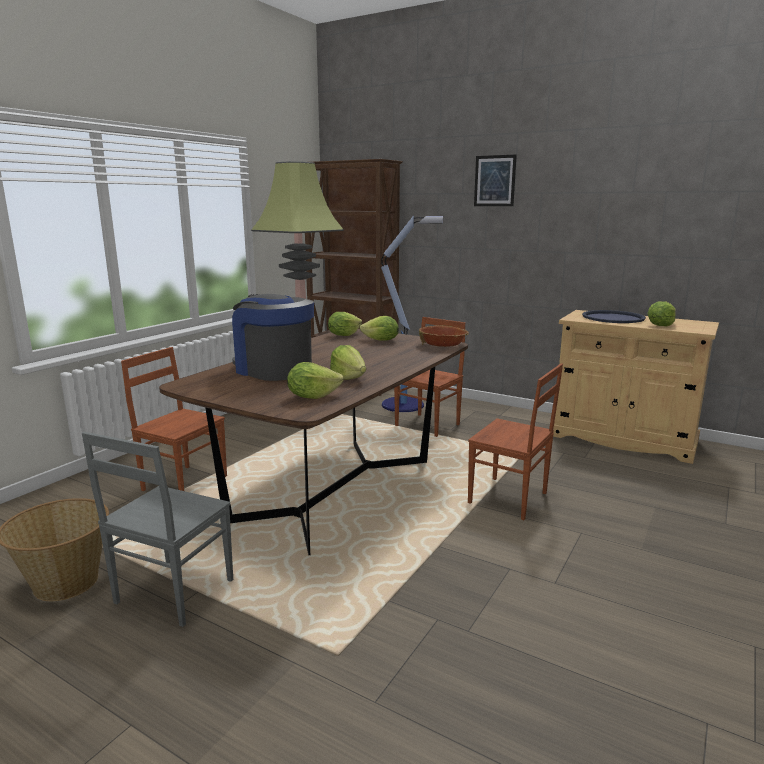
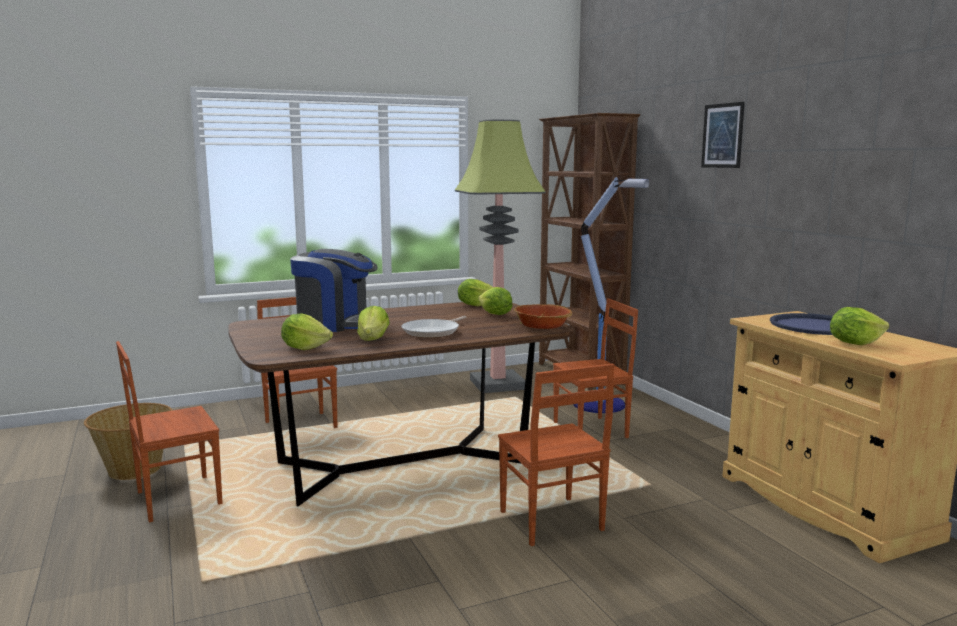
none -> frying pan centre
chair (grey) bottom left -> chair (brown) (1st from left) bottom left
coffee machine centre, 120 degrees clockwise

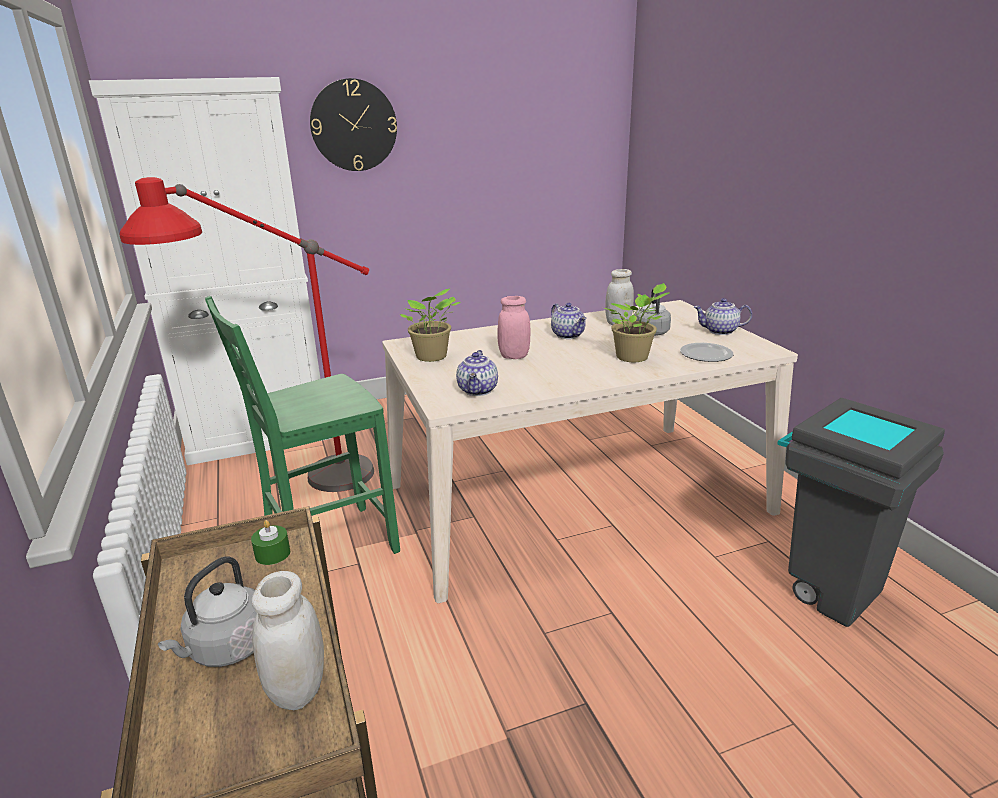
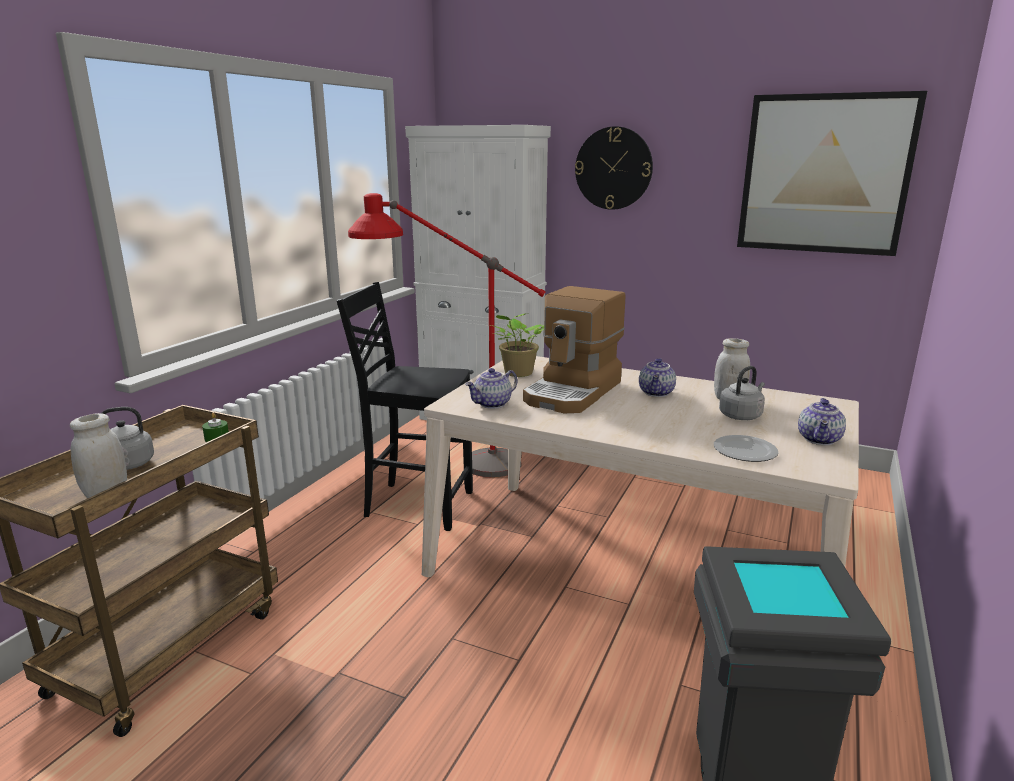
potted plant (2nd from left) centre -> none
none -> picture top right
jar (pink) centre -> coffee machine centre
chair (green) middle left -> chair (black) centre
teapot (3rd from left) middle right, 120 degrees counterclockwise

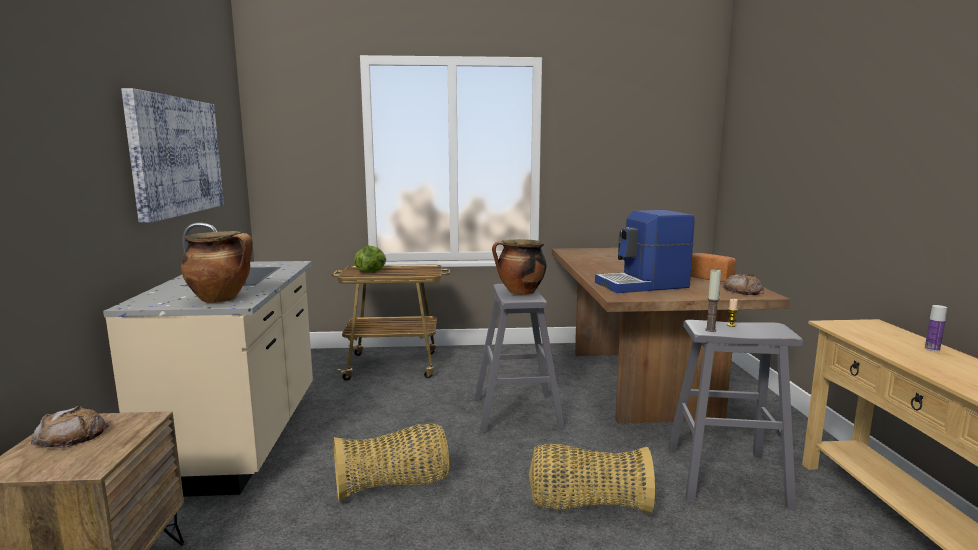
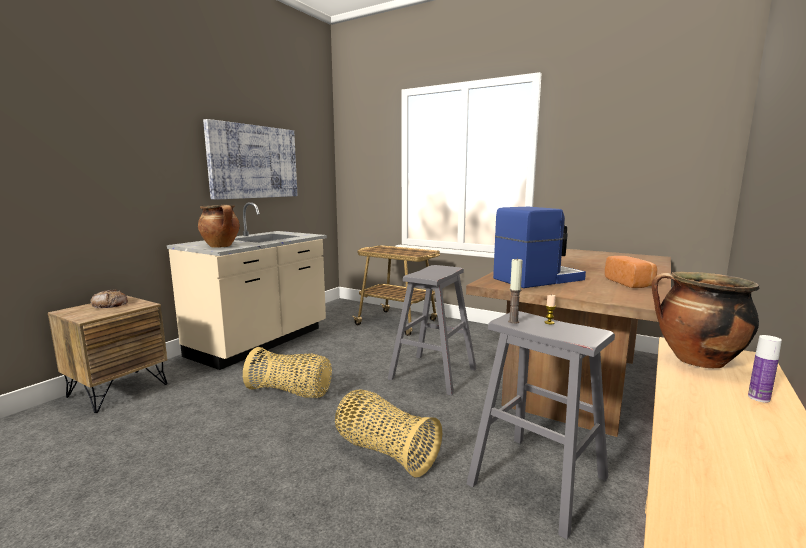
lettuce centre -> none
bread (3rd from left) middle right -> none
cooking pot (2nd from left) centre -> cooking pot (2nd from left) middle right, moved
coffee machine centre -> coffee machine middle right, 135 degrees clockwise

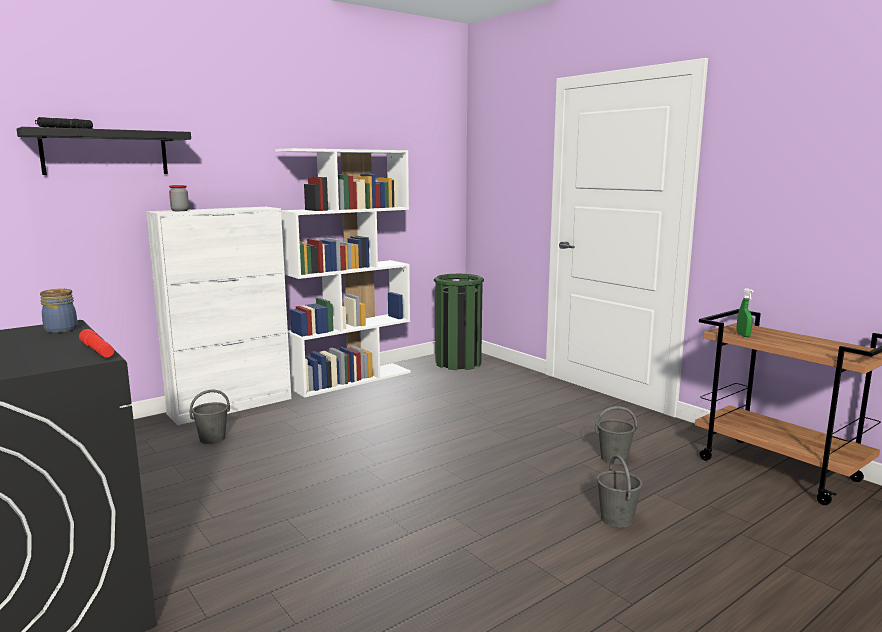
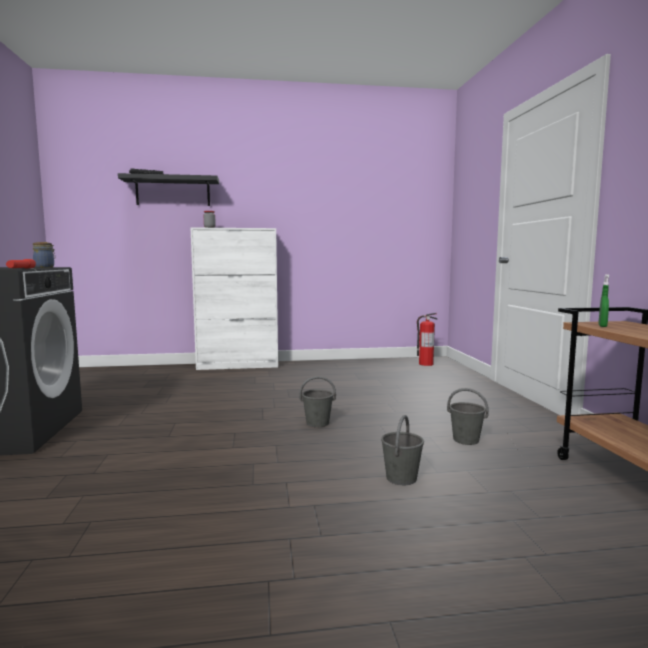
bookcase (white) centre -> none
bucket (grey) (1st from left) middle left -> bucket (grey) (1st from left) centre, moved
trash can (green) centre -> fire extinguisher centre

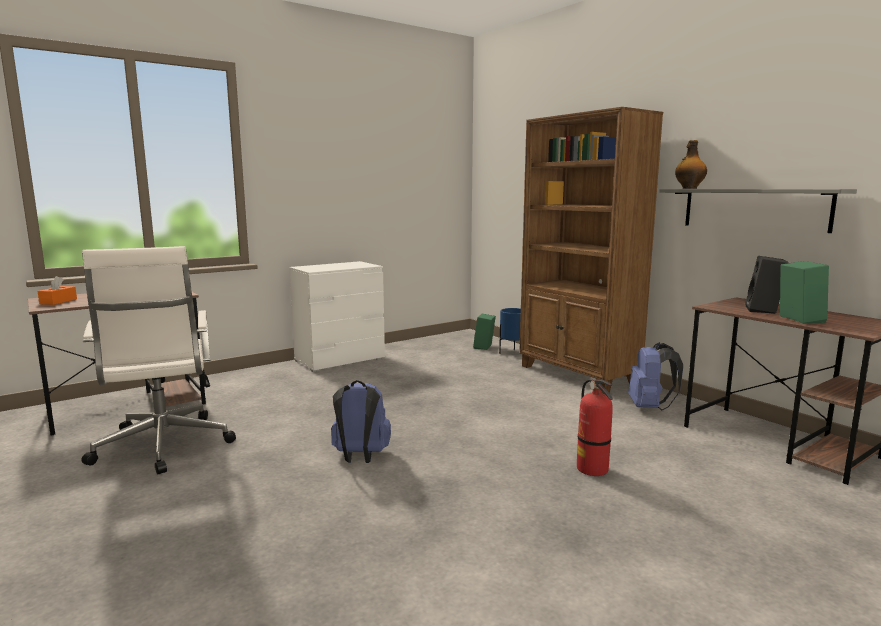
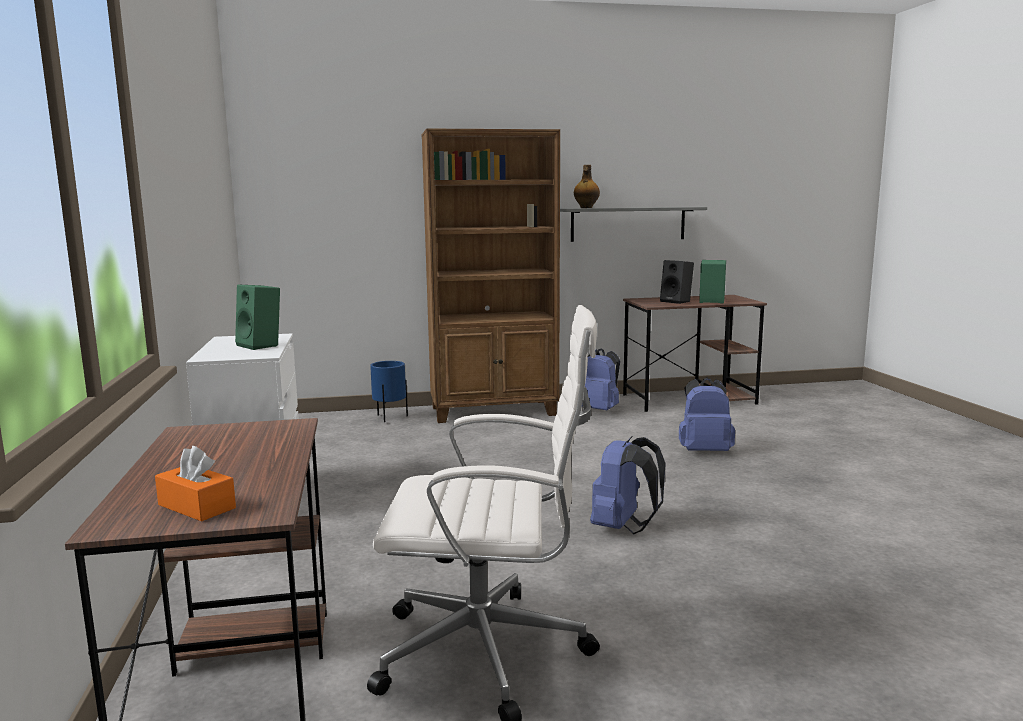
speaker (green) (1st from left) centre -> speaker (green) (1st from left) middle left, moved
fire extinguisher bottom right -> backpack (blue) (3rd from left) middle right

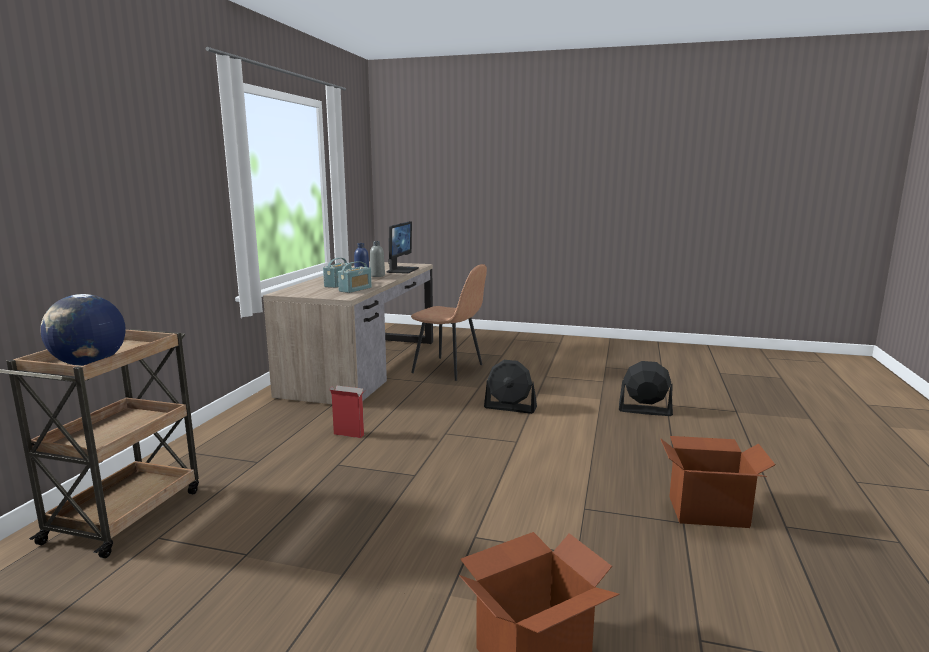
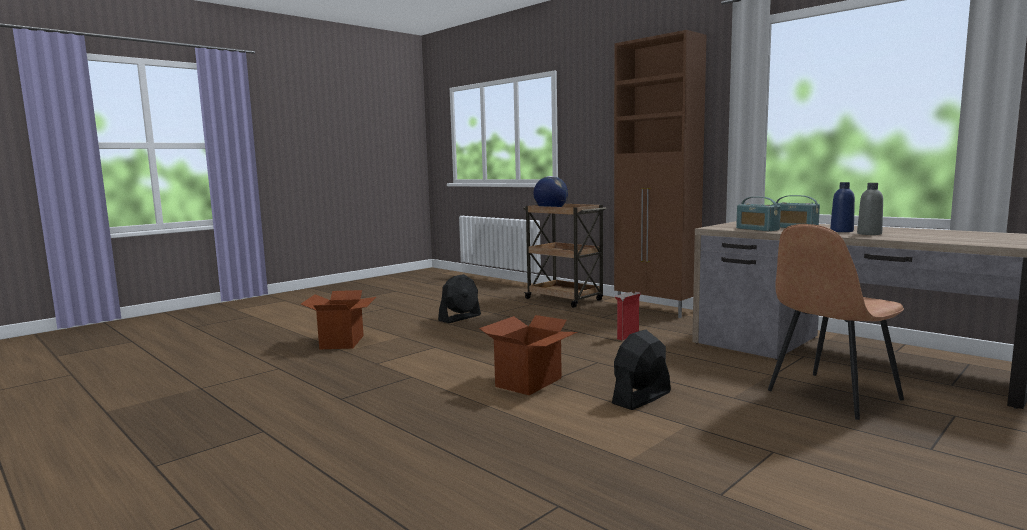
monitor centre -> none
none -> cabinet (brown) top centre
fan (black) (2nd from left in the first image) middle right -> fan (black) (1st from left) centre, moved
cardboard box (3rd from left in the first image) bottom right -> cardboard box (2nd from left) bottom centre, moved

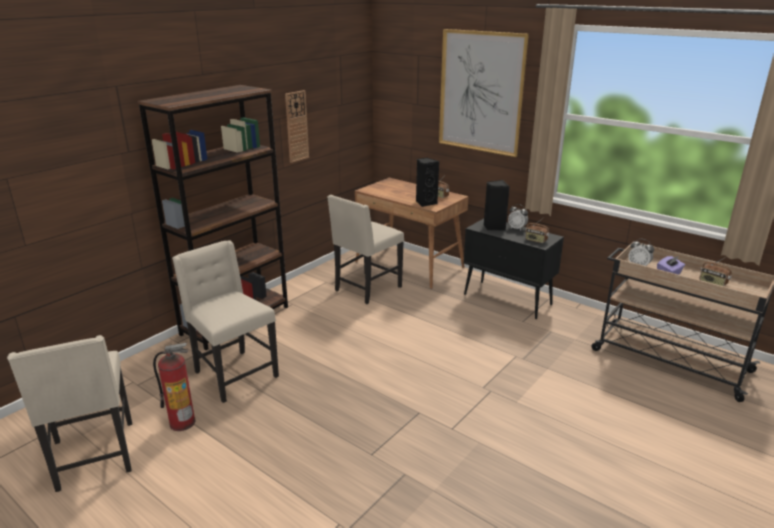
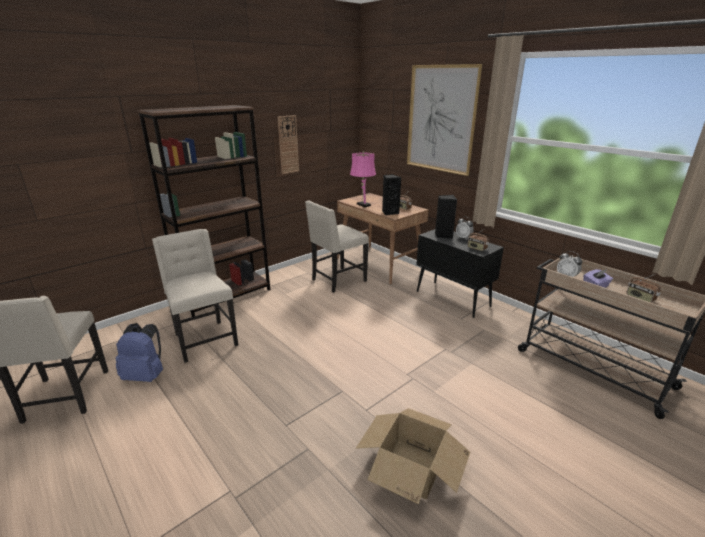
none -> table lamp (pink) centre
none -> cardboard box bottom centre
fire extinguisher bottom left -> backpack (blue) middle left

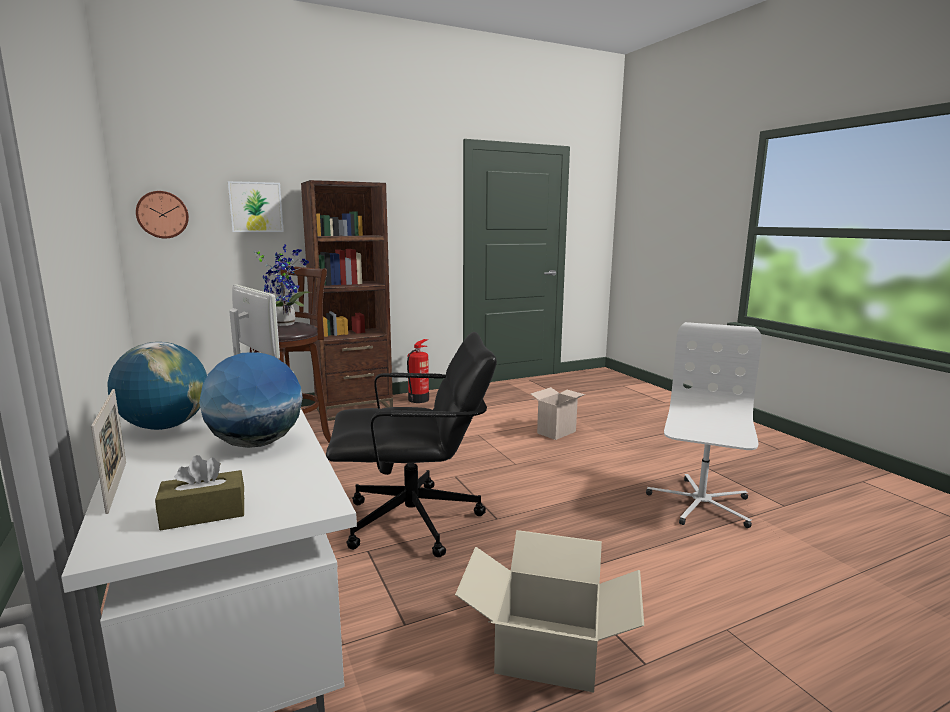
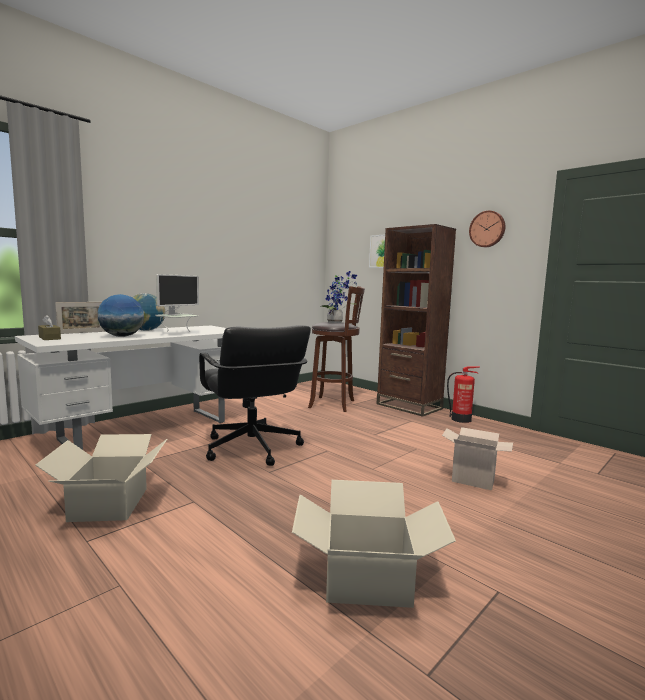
wall clock top left -> wall clock top right, moved
office chair (white) middle right -> cardboard box (2nd from left) bottom centre

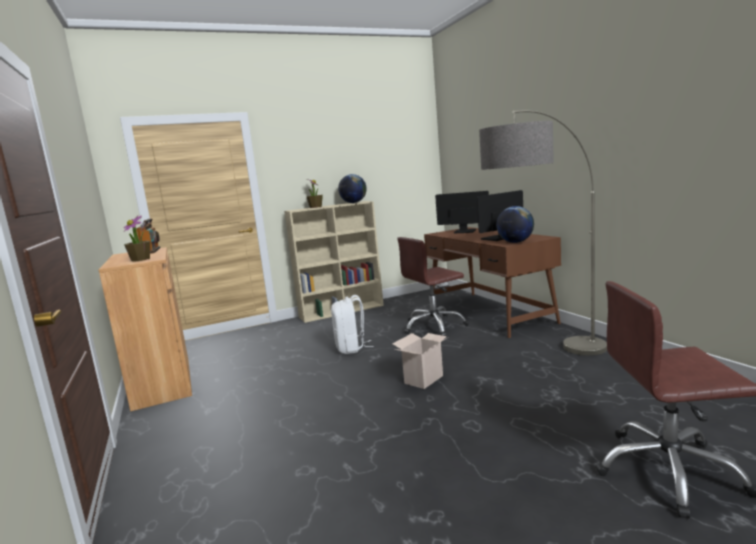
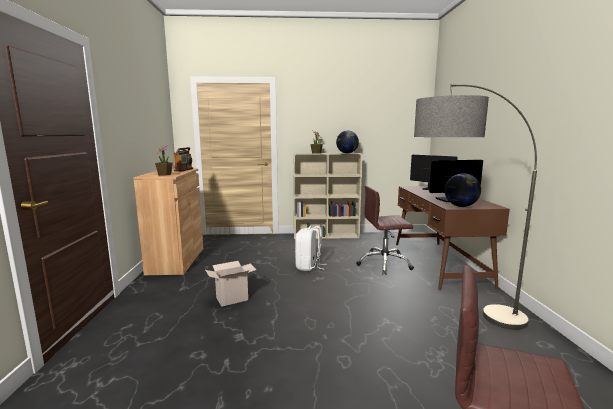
cardboard box centre -> cardboard box bottom centre, moved

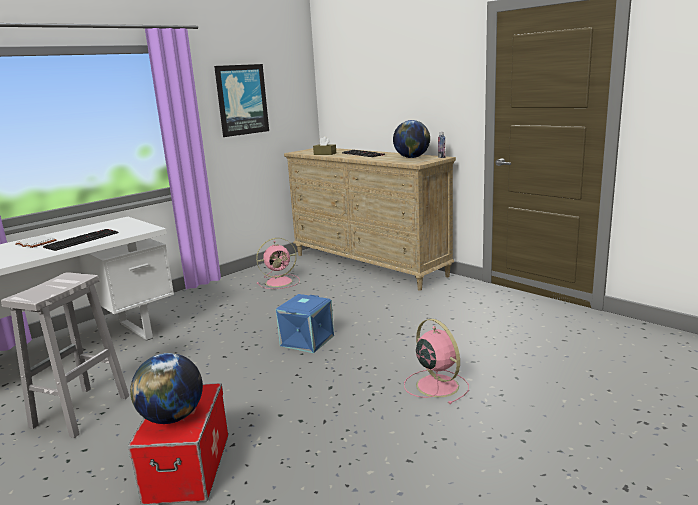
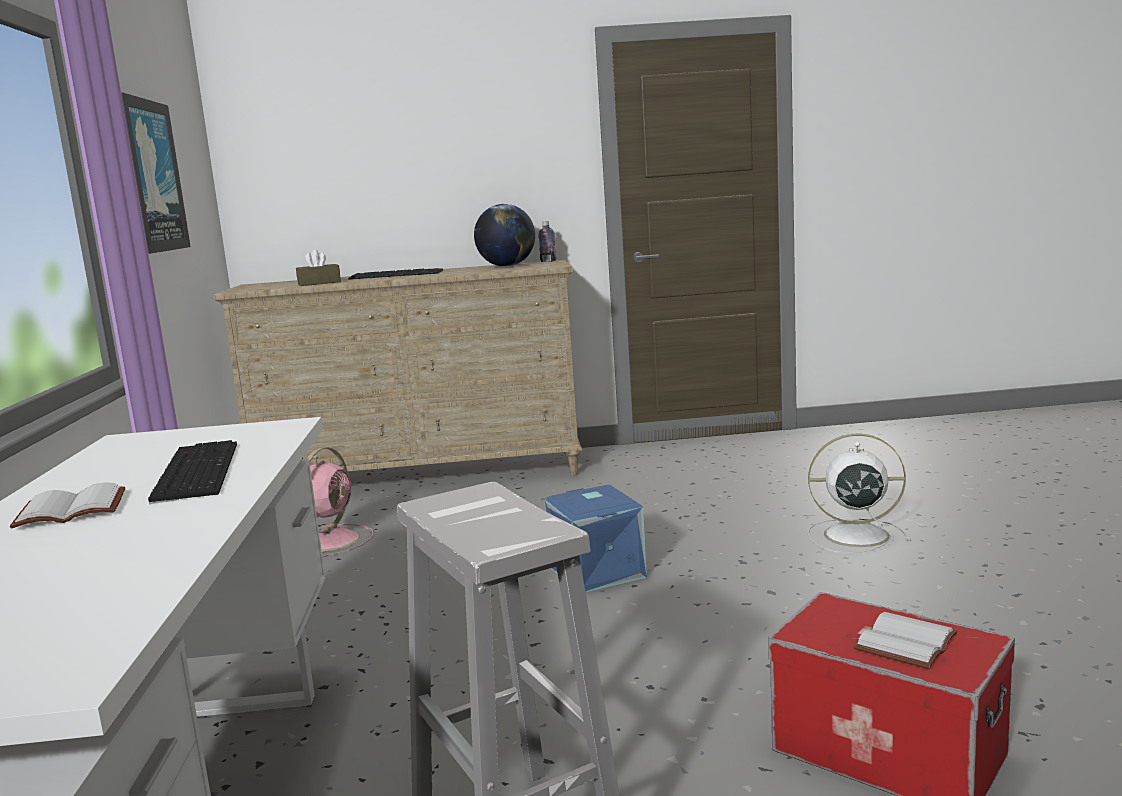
globe (1st from left) bottom left -> book (white) (2nd from left) bottom right
fan (pink) (2nd from left) bottom centre -> fan (white) middle right

